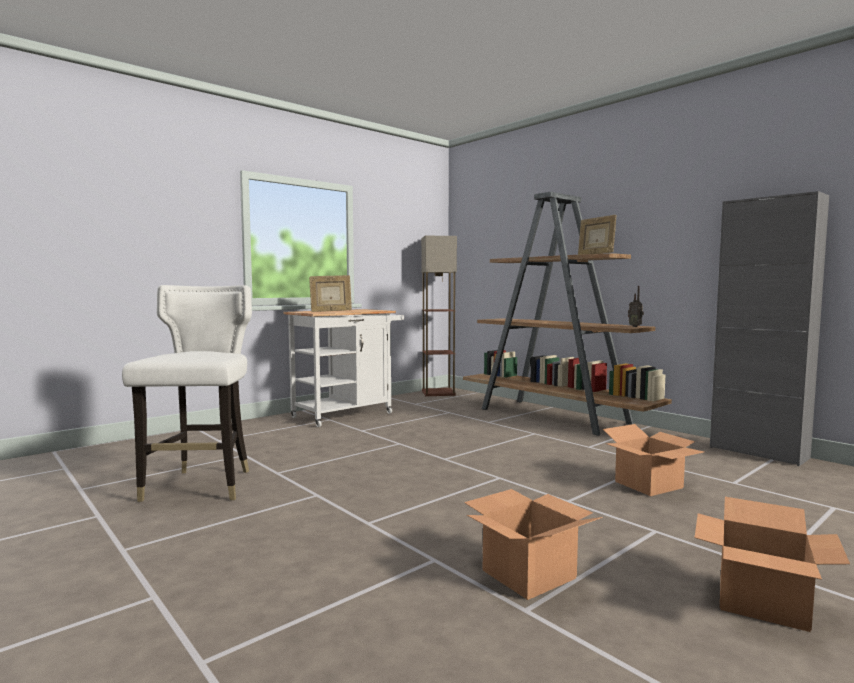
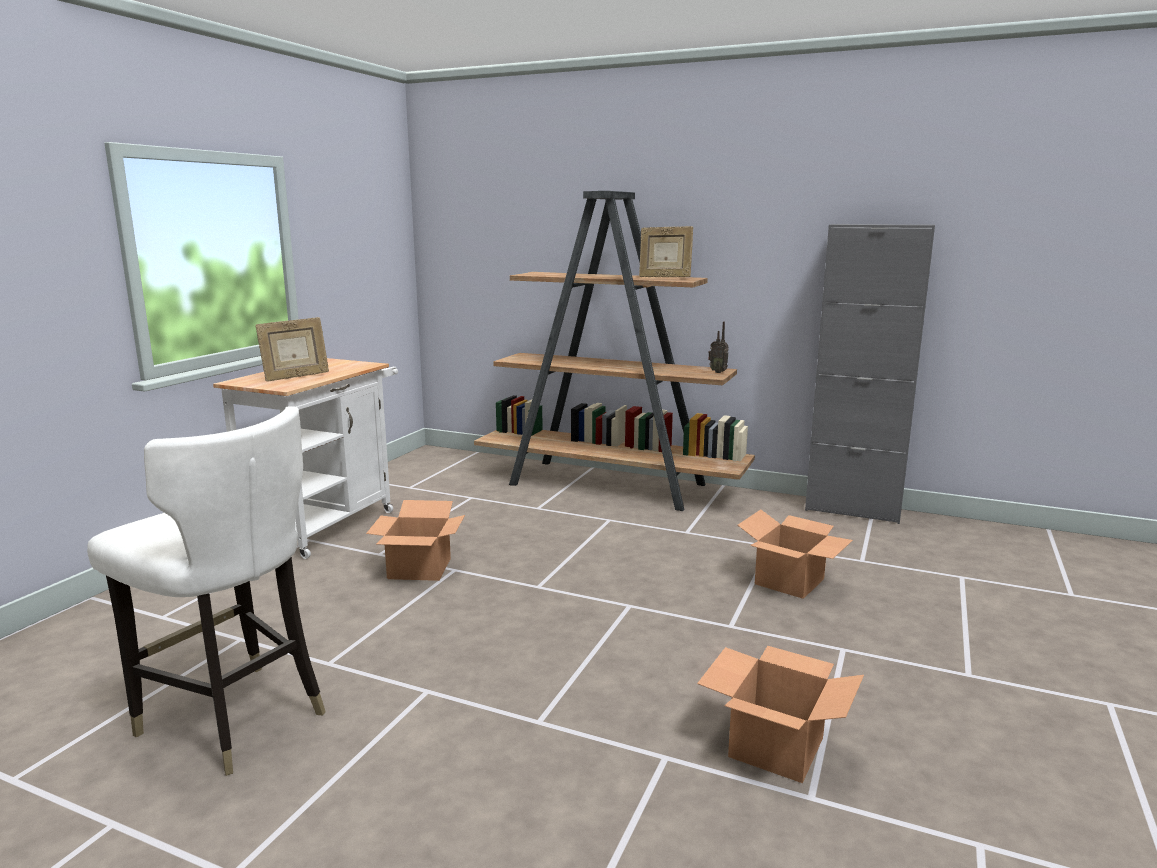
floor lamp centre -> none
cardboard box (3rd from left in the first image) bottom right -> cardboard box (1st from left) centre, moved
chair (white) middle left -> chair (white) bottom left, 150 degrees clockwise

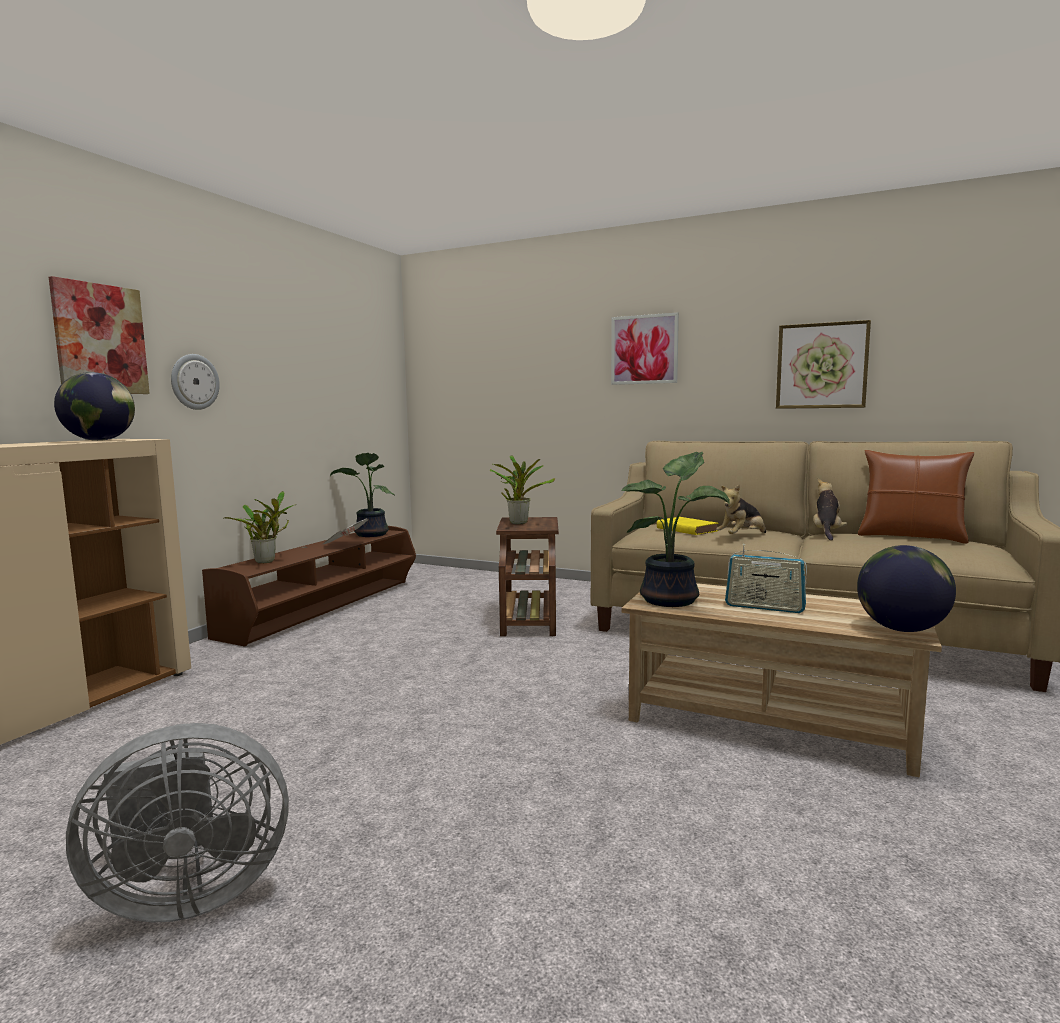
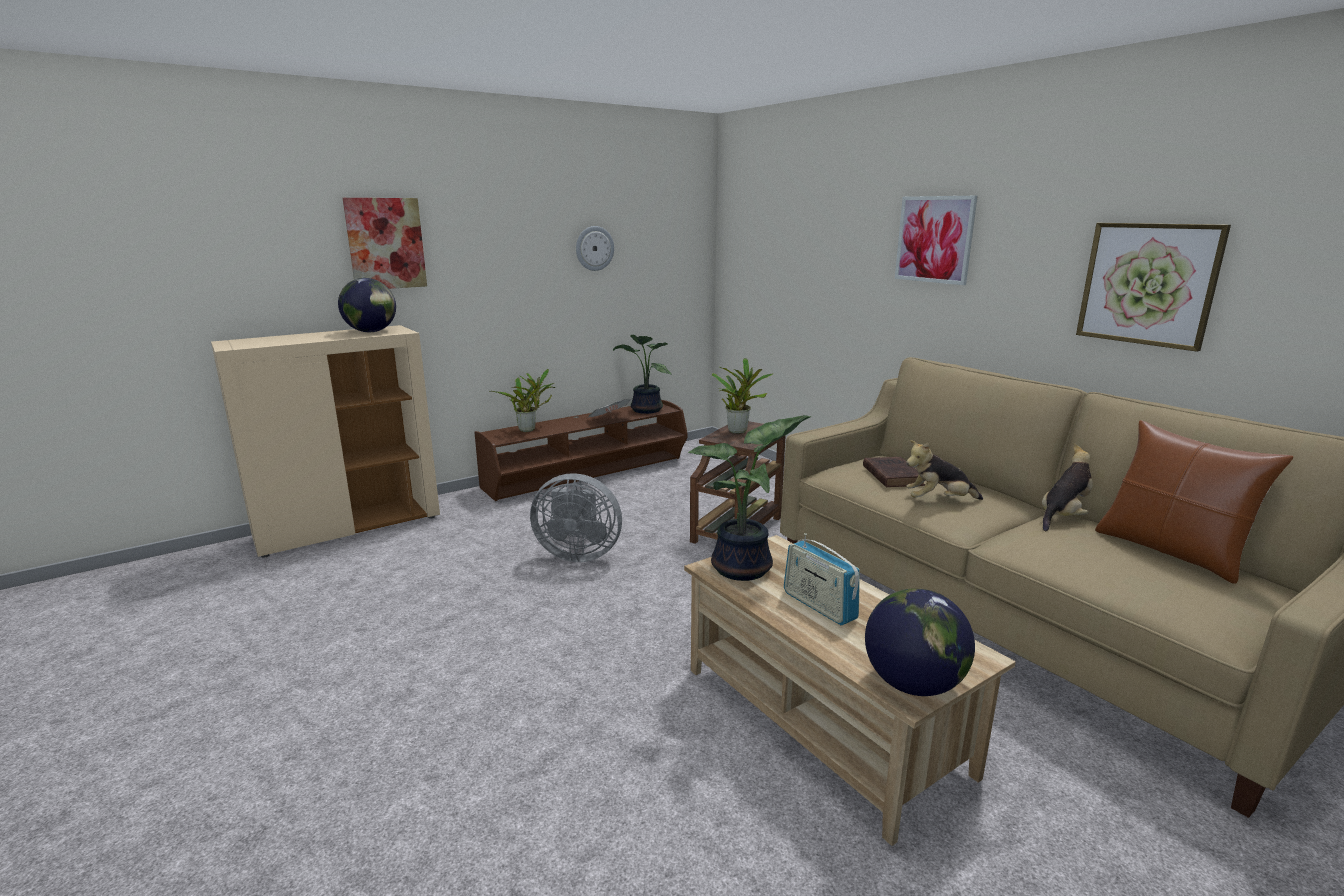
fan (grey) bottom left -> fan (grey) centre, moved
wall clock middle left -> wall clock top centre, moved
book (yellow) centre -> book (brown) centre

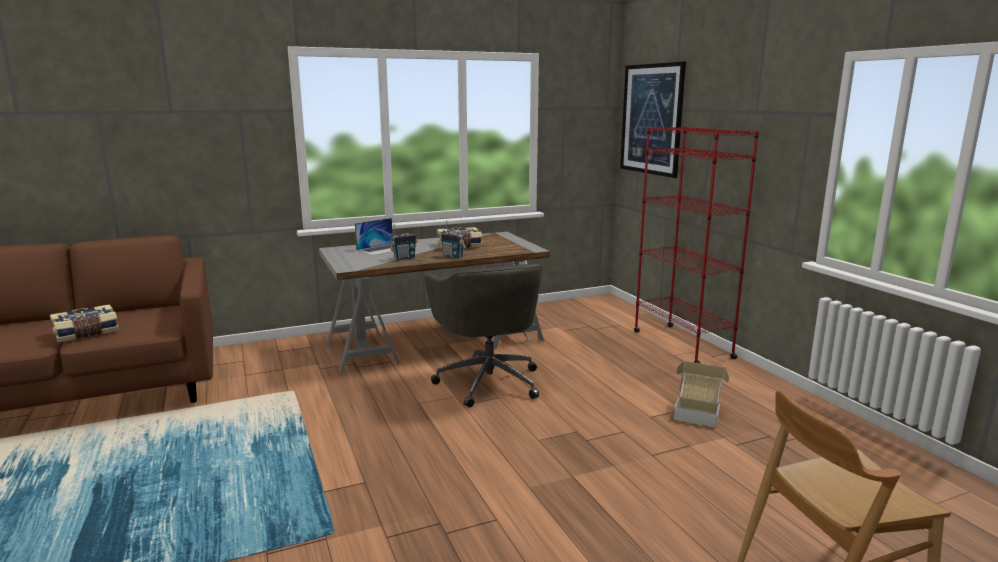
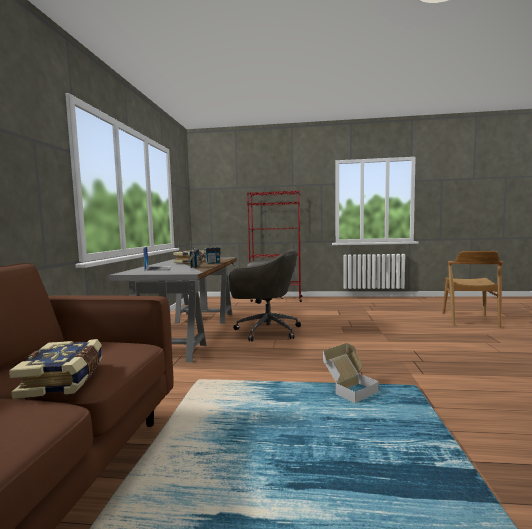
picture top centre -> none
cardboard box bottom right -> cardboard box bottom centre, moved

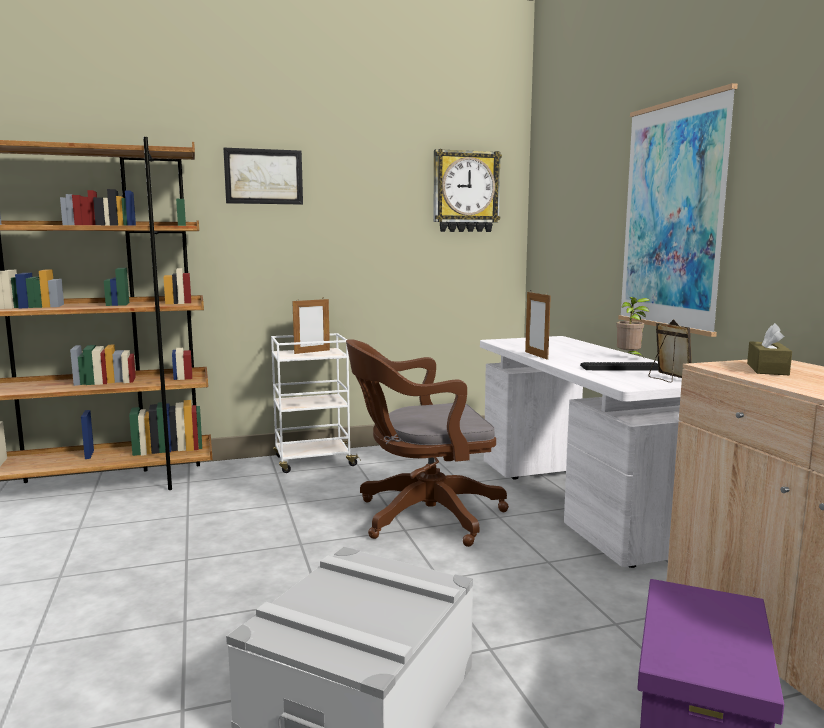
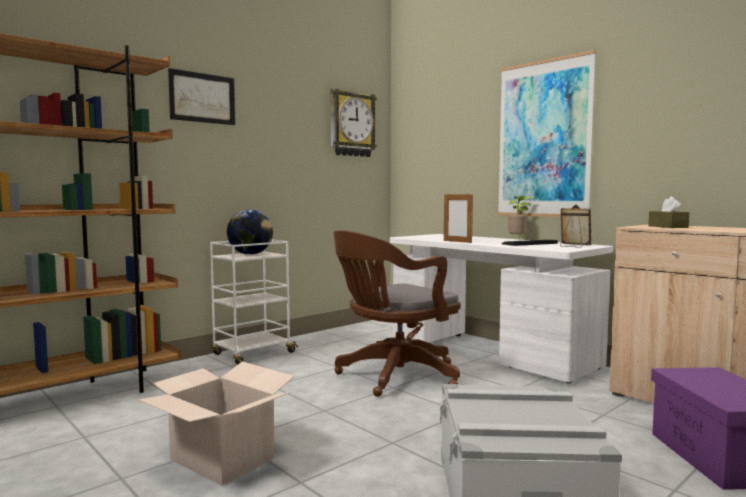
none -> cardboard box bottom left
picture frame (1st from left) centre -> globe centre

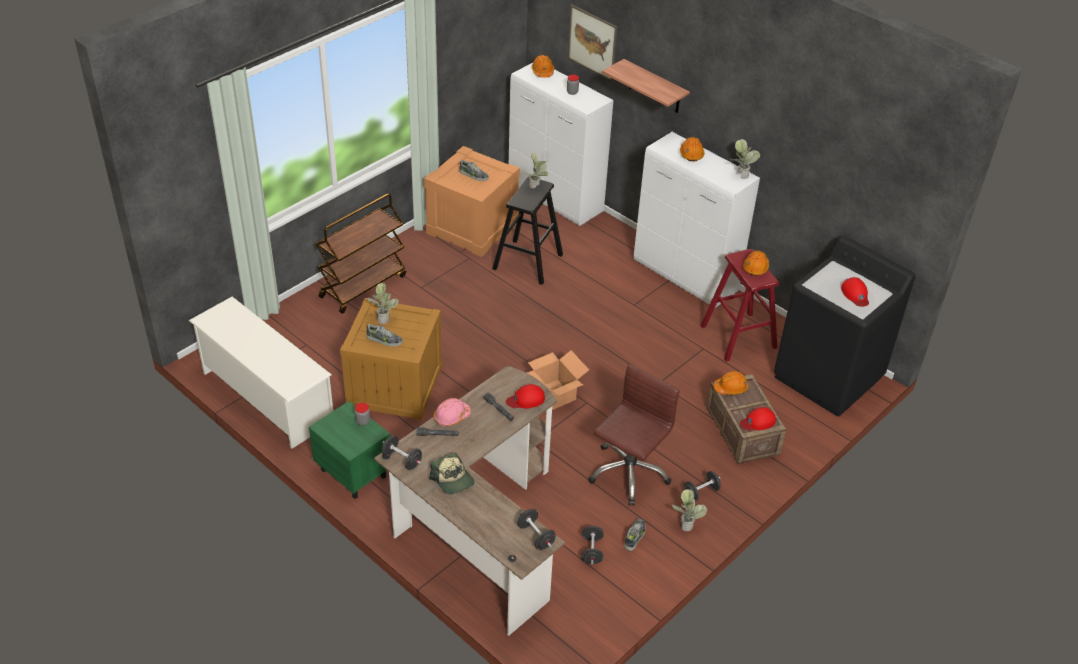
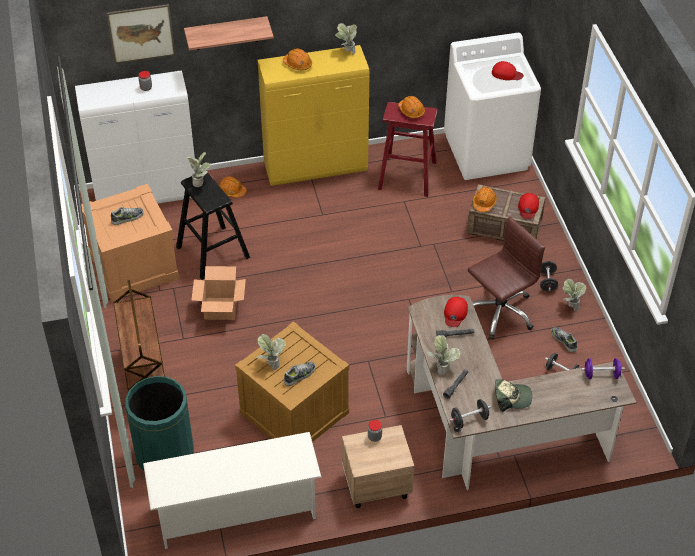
none -> trash can (green) bottom left
cardboard box centre -> cardboard box middle left, moved
hard hat (orange) (1st from left) top centre -> hard hat (orange) (1st from left) centre, moved
hard hat (pink) centre -> potted plant (4th from left) centre
nightstand (green) bottom left -> nightstand (beige) bottom centre
dumbbell (black) (2nd from left) bottom centre -> dumbbell (purple) middle right
cabinet (white) (2nd from left) top centre -> cabinet (yellow) top centre
washing machine (black) middle right -> washing machine (white) top right
office chair (brown) centre -> office chair (brown) middle right, 75 degrees clockwise

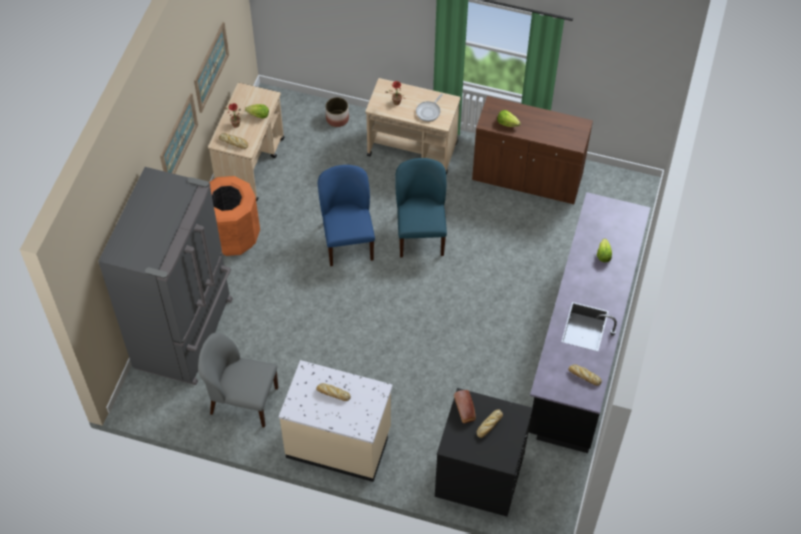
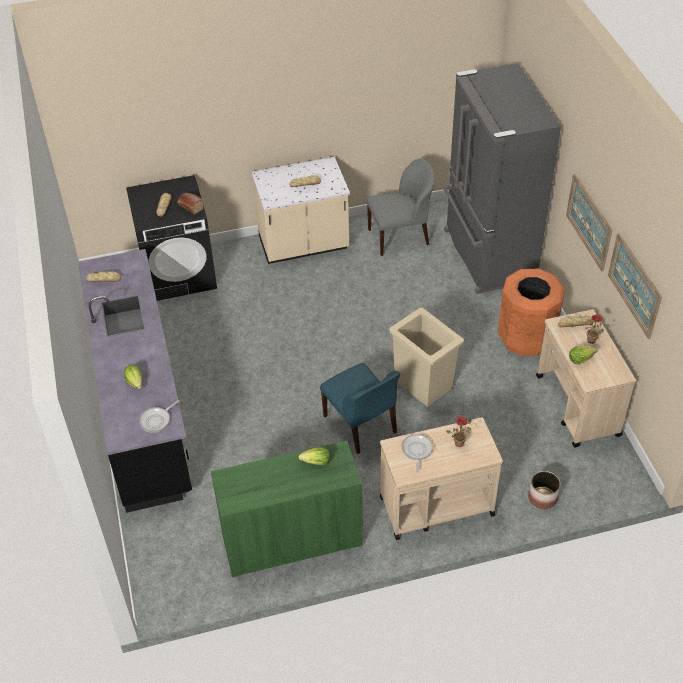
none -> frying pan (1st from left) middle left
chair (blue) (1st from left) centre -> trash can (beige) centre
cabinet (brown) top centre -> cabinet (green) bottom centre

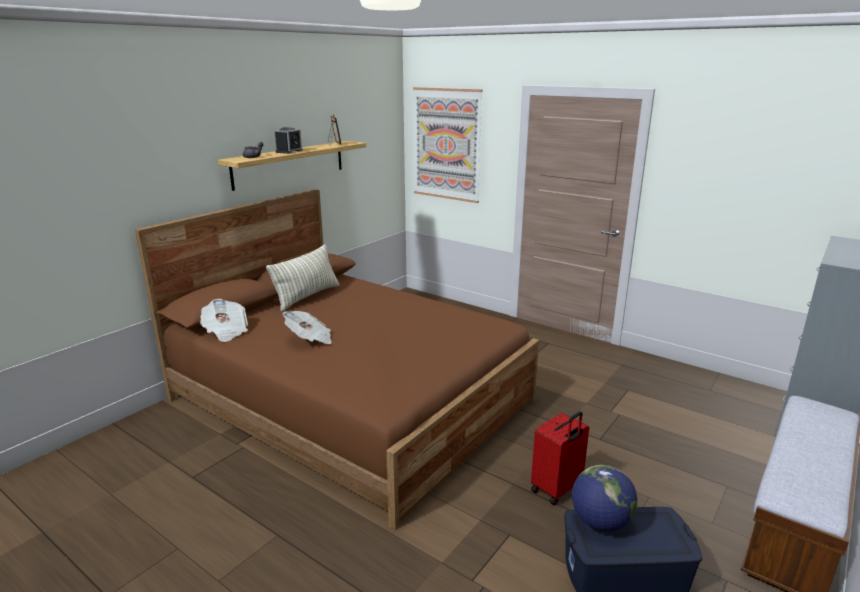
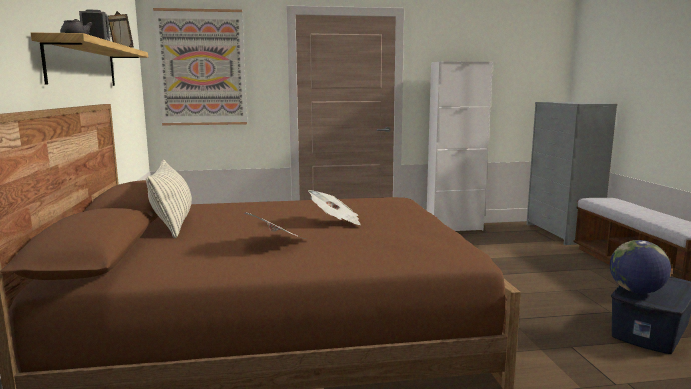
suitcase (red) bottom centre -> none
none -> cabinet (white) centre
newspaper (1st from left in the first image) middle left -> newspaper (2nd from left) centre, moved

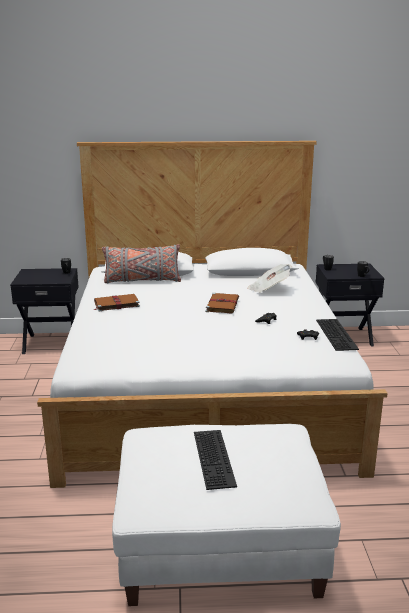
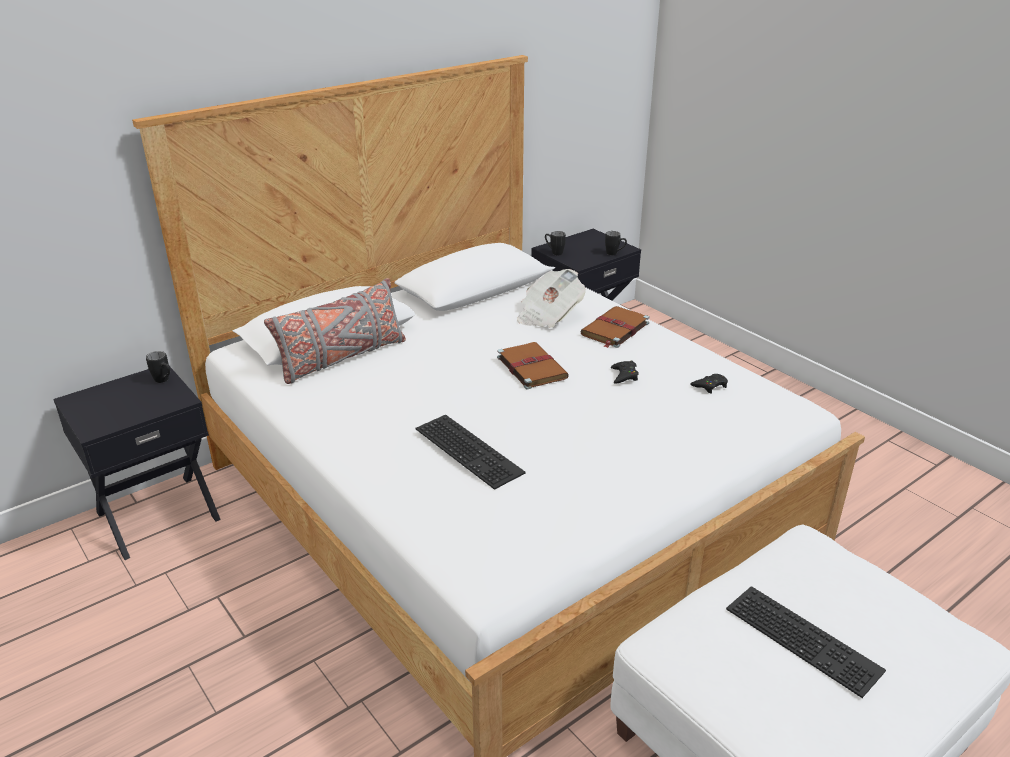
book (brown) (1st from left in the first image) middle left -> book (brown) (2nd from left) centre, moved
keyboard (2nd from left in the first image) middle right -> keyboard (1st from left) centre, moved

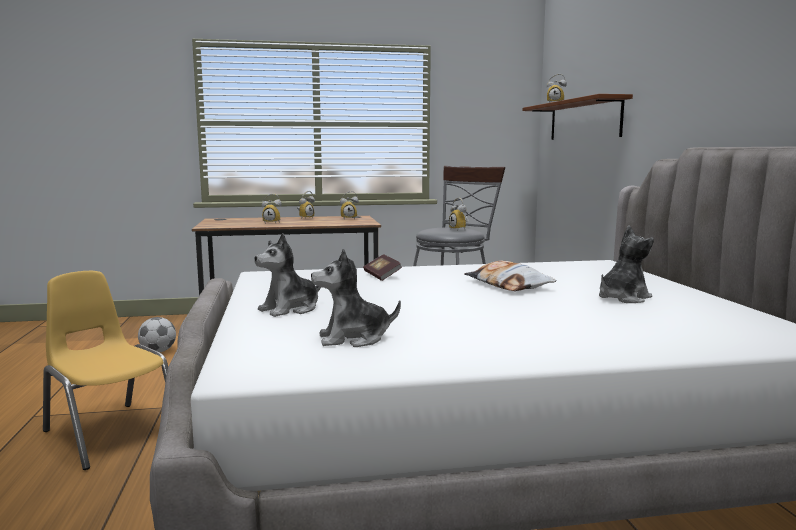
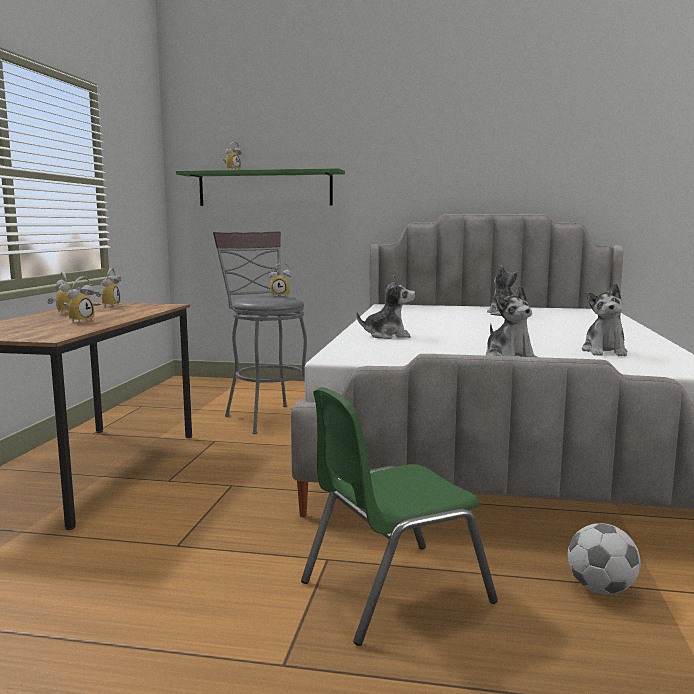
pillow centre -> none
football middle left -> football bottom right, moved
book centre -> plush toy (1st from left) centre
chair (yellow) bottom left -> chair (green) bottom centre
shelf (brown) top right -> shelf (green) top centre

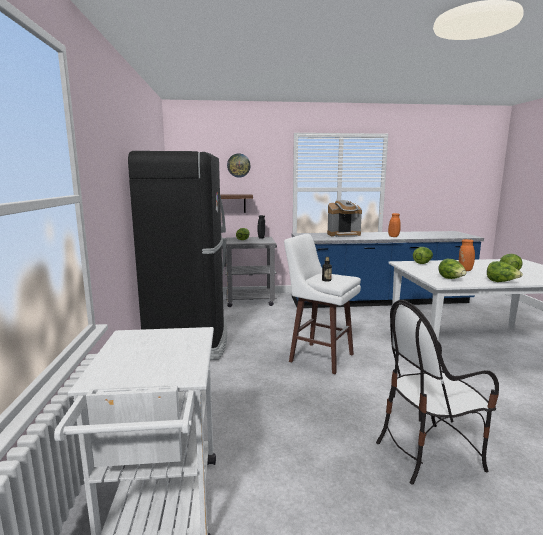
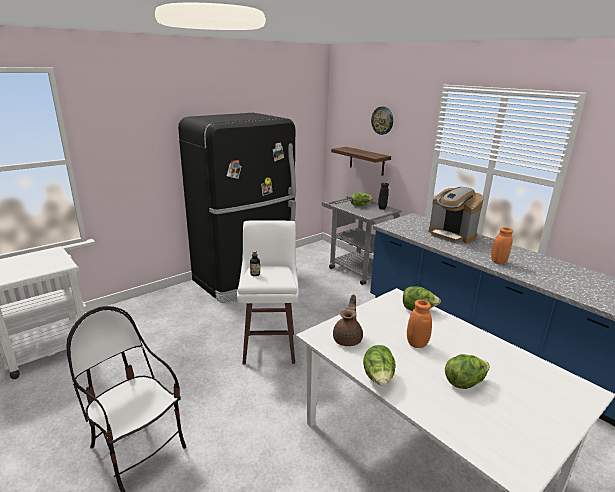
lettuce (3rd from left) middle right -> teapot (brown) centre

